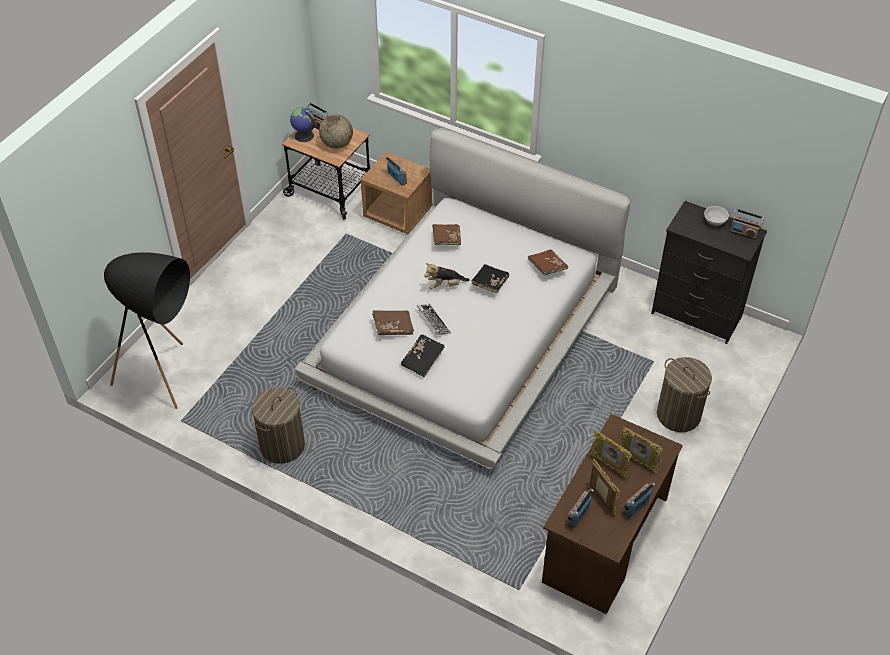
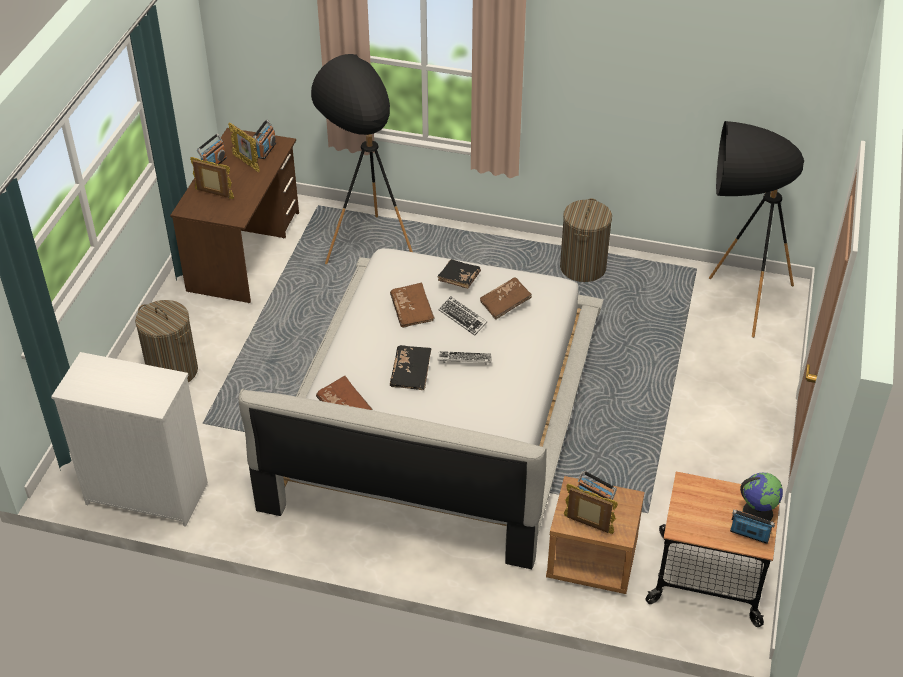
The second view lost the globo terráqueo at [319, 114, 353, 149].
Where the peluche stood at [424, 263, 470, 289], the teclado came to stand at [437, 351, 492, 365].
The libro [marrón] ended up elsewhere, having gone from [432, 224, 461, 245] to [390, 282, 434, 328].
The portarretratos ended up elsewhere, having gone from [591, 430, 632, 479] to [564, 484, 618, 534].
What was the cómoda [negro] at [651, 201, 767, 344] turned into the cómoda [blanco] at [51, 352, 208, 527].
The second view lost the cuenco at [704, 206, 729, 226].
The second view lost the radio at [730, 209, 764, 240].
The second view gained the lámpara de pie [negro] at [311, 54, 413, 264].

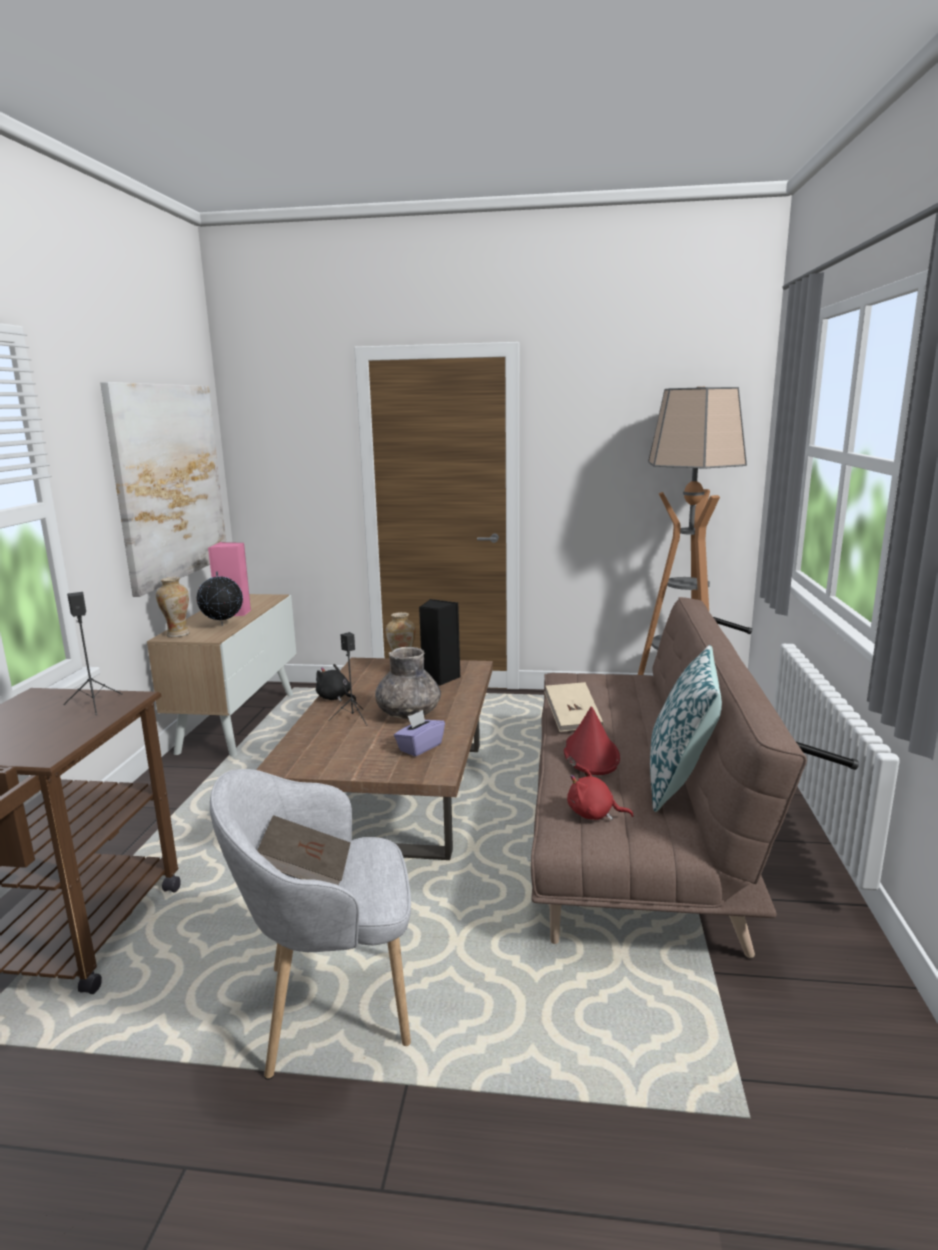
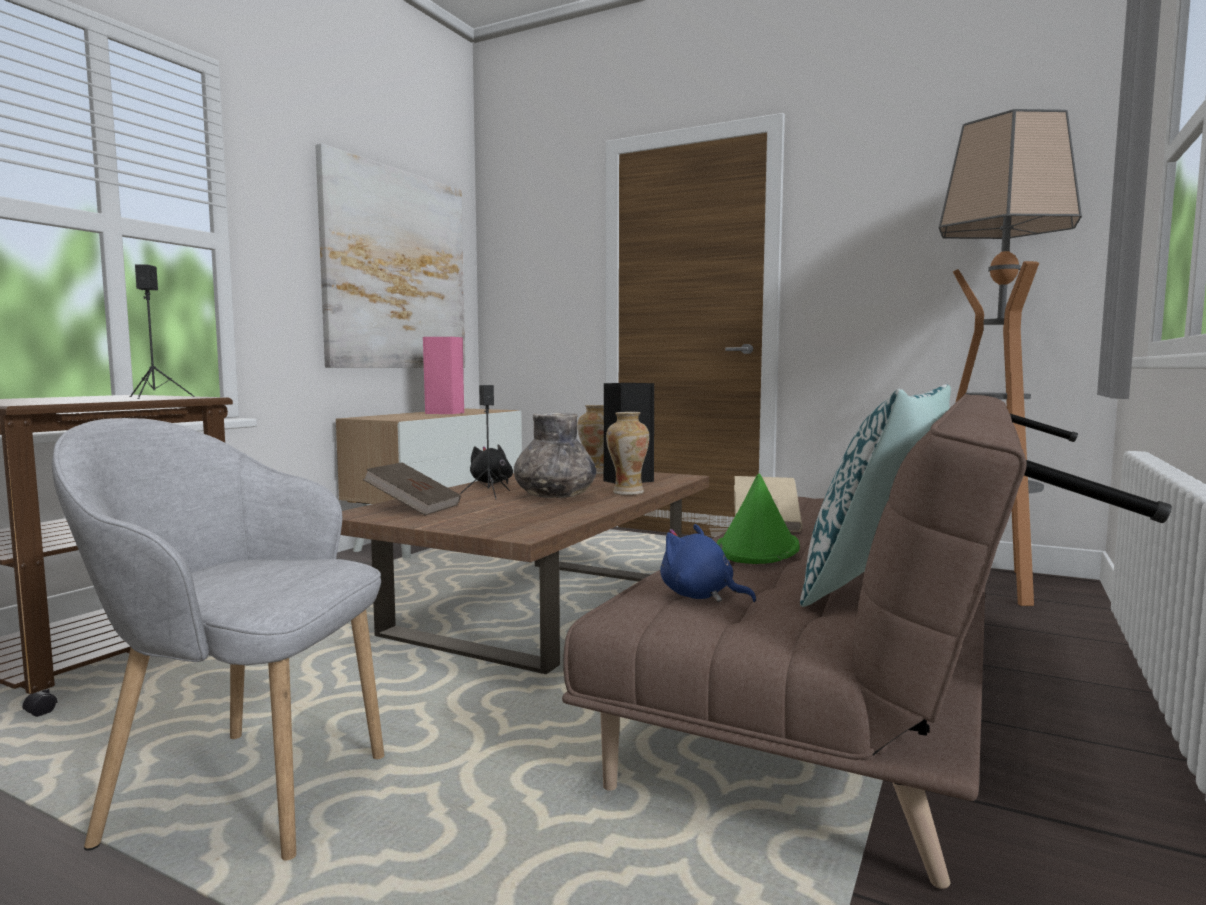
The florero ended up elsewhere, having gone from [156, 577, 190, 637] to [606, 412, 649, 495].
The second view lost the globo terráqueo at [197, 571, 243, 626].
The libro [marrón] ended up elsewhere, having gone from [257, 815, 351, 885] to [363, 462, 461, 515].
The second view lost the caja de pañuelos [morado] at [394, 710, 445, 756].
What was the sombrero [rojo] at [564, 706, 620, 775] turned into the sombrero [verde] at [717, 474, 800, 564].
What was the peluche [rojo] at [567, 768, 634, 820] turned into the peluche [azul] at [660, 524, 756, 602].

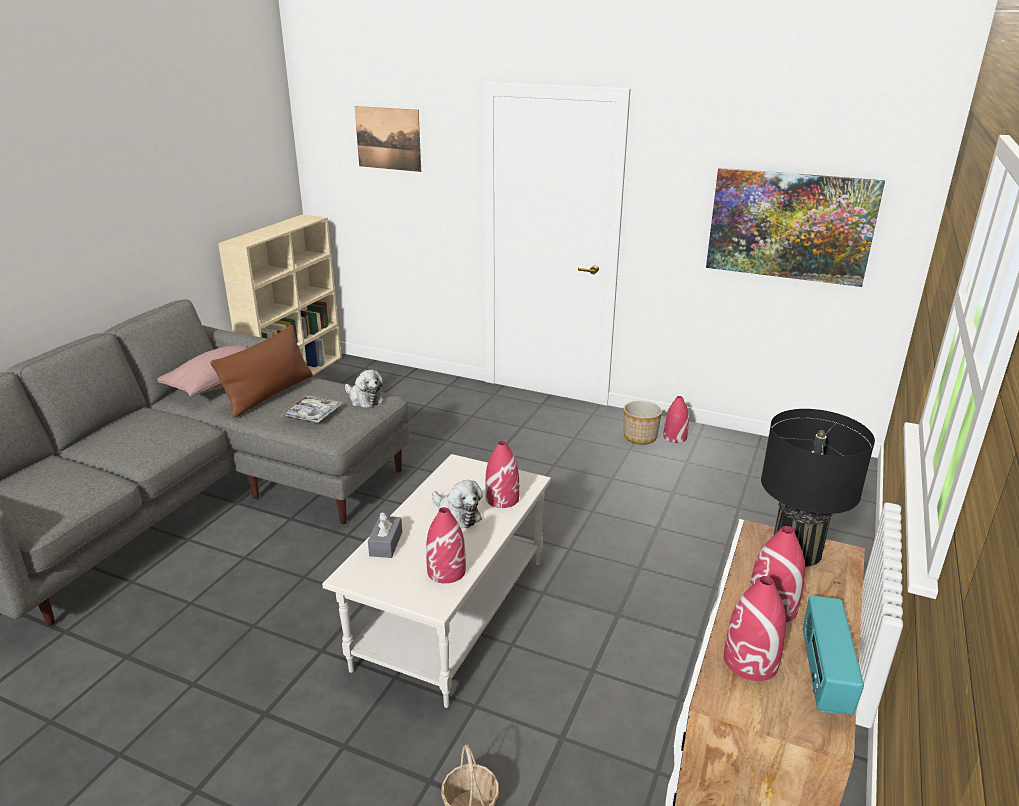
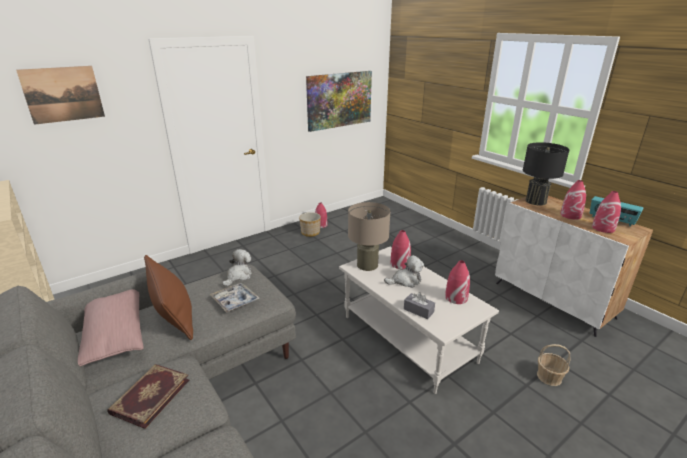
The peluche at [345, 370, 384, 408] ended up facing another way, 45 degrees counterclockwise from before.
The second view gained the libro at [108, 364, 189, 429].
The second view gained the lámpara de mesa [beis] at [348, 202, 391, 271].

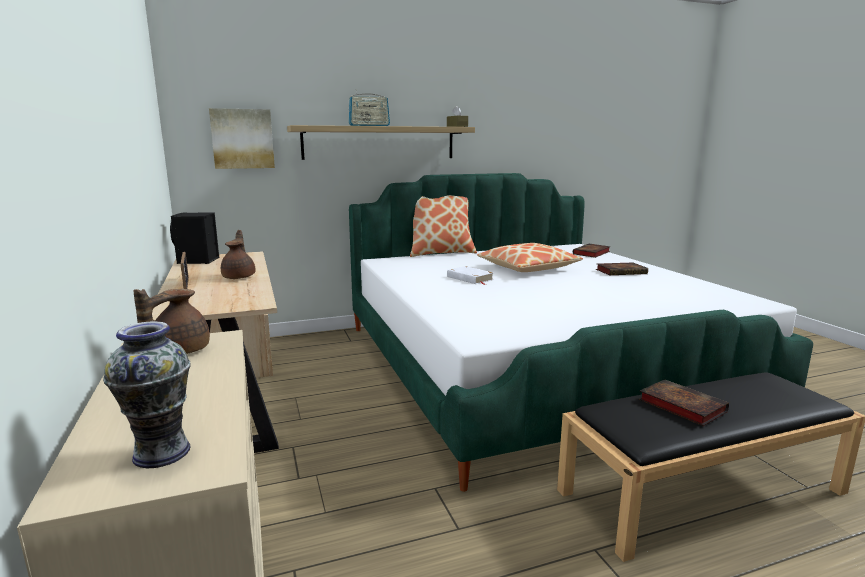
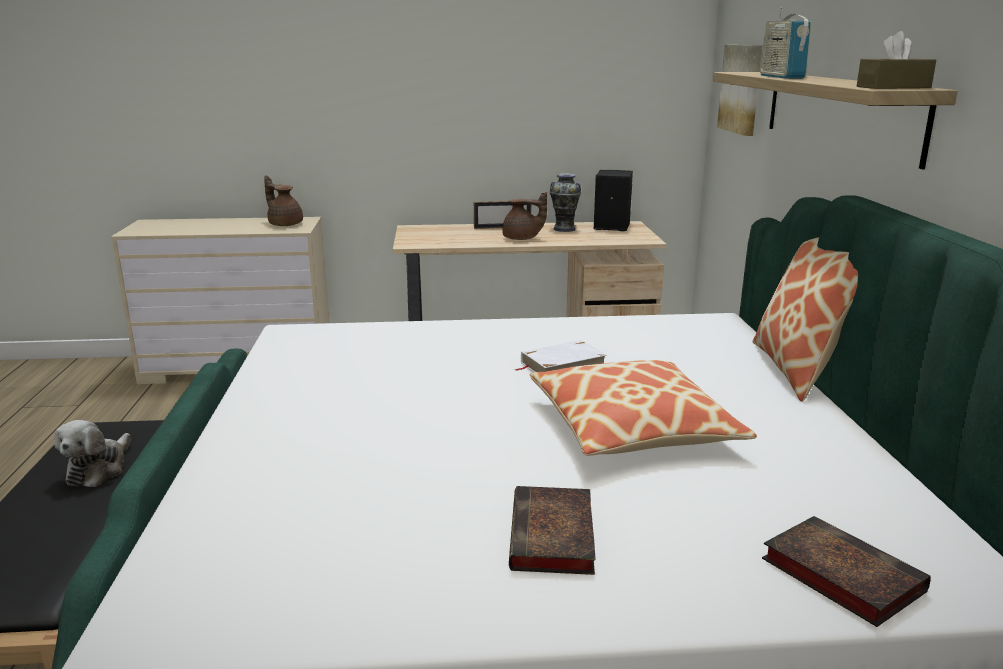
The florero ended up elsewhere, having gone from [103, 322, 191, 468] to [549, 173, 581, 232].
Where the libro stood at [639, 379, 729, 426], the peluche came to stand at [54, 420, 131, 487].

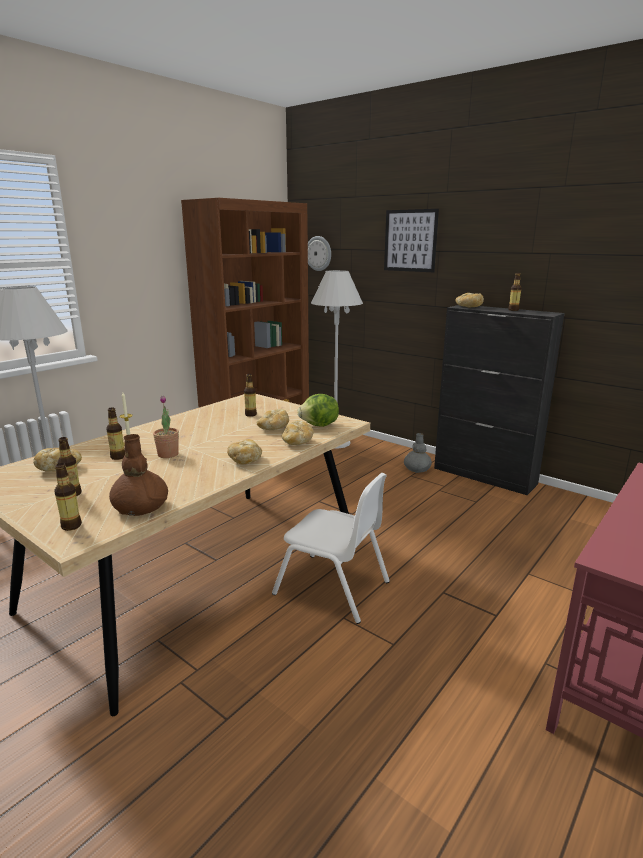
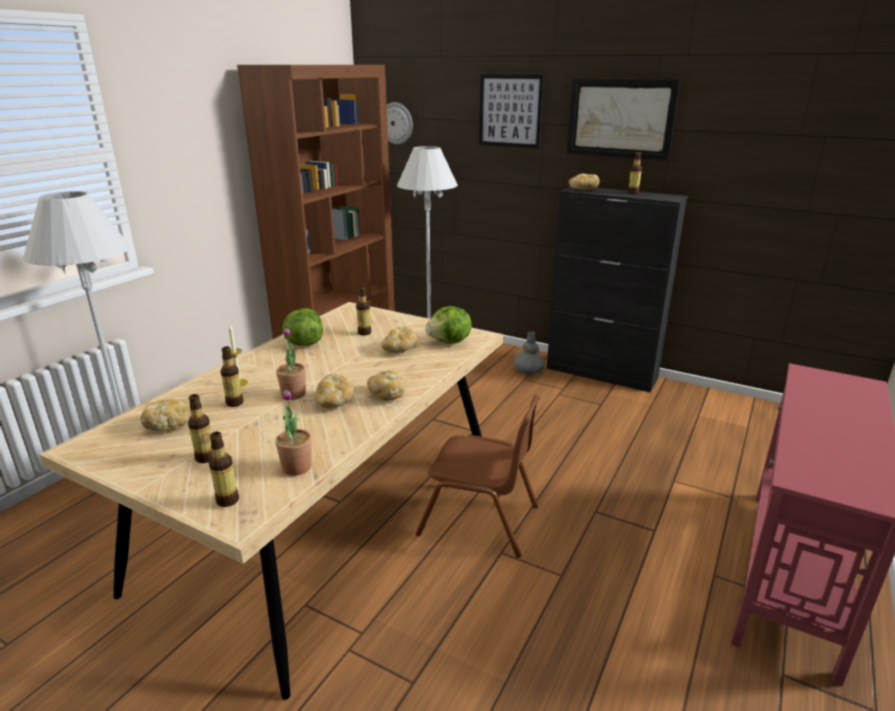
Where the florero [marrón] stood at [109, 434, 168, 516], the planta en maceta came to stand at [275, 389, 312, 476].
What was the silla [blanco] at [272, 473, 390, 624] turned into the silla [marrón] at [416, 395, 540, 558].
The pan ended up elsewhere, having gone from [282, 420, 314, 445] to [313, 373, 354, 408].
The second view gained the lechuga at [282, 308, 323, 346].
The second view gained the cuadro at [567, 78, 681, 160].

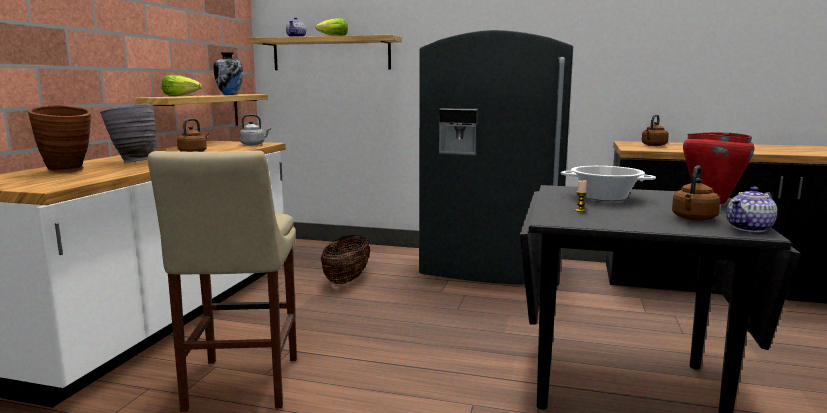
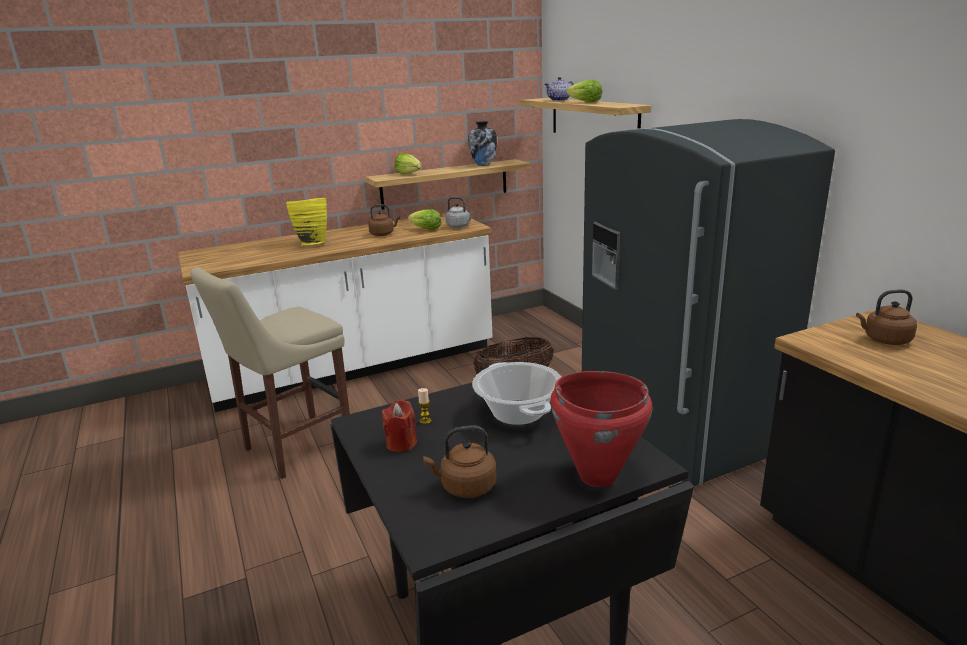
The second view lost the florero [marrón] at [28, 105, 91, 173].
What was the florero [gris] at [100, 104, 156, 163] turned into the florero [amarillo] at [286, 198, 327, 245].
The second view lost the tetera at [726, 187, 777, 232].
The second view gained the vela [rojo] at [382, 400, 417, 452].
The second view gained the lechuga at [408, 209, 441, 230].

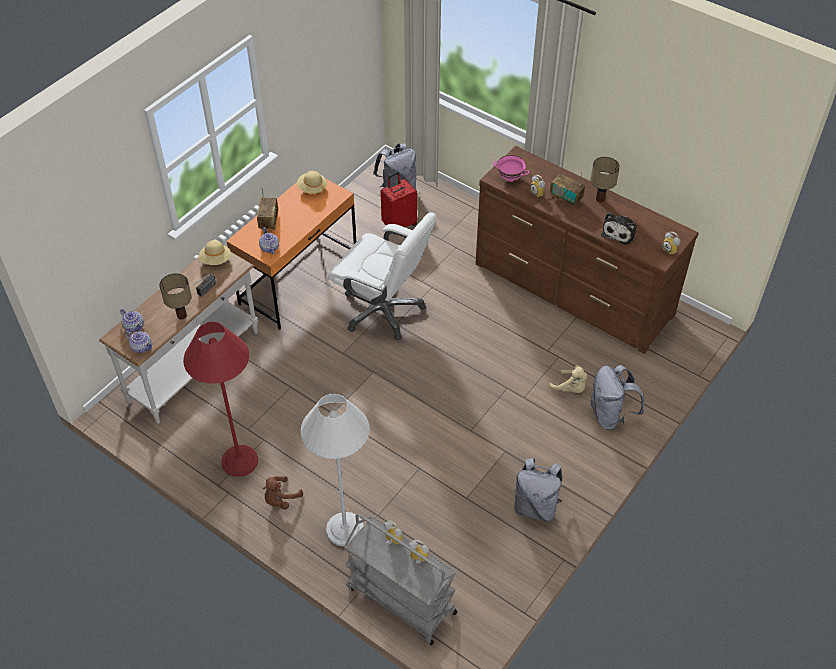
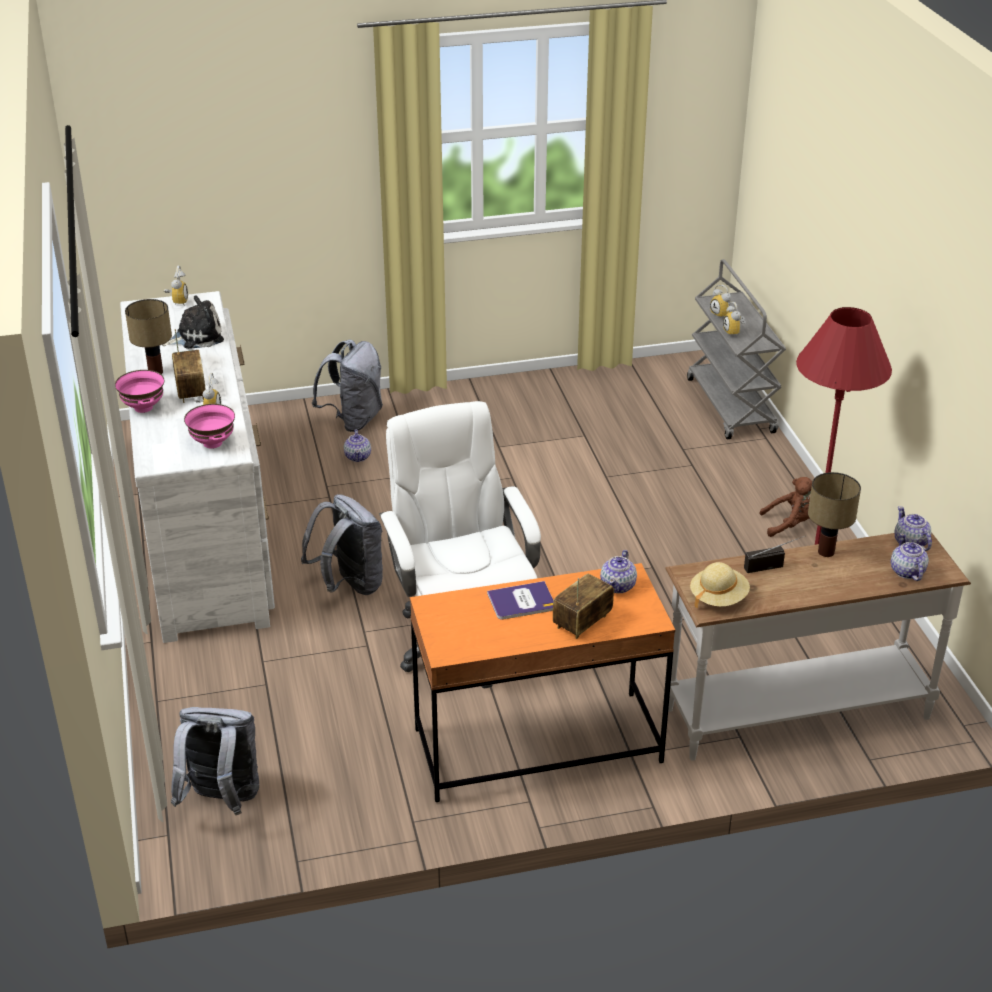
The second view lost the sombrero [beis] at [297, 171, 327, 195].
The second view lost the lámpara de pie [blanco] at [300, 394, 370, 546].
The second view lost the maleta [rojo] at [381, 172, 417, 227].
What was the cómoda [marrón] at [475, 146, 699, 354] turned into the cómoda [blanco] at [120, 291, 275, 643].
The mochila [gris] ended up elsewhere, having gone from [514, 458, 562, 521] to [301, 494, 383, 595].
Where the peluche [beis] stood at [549, 365, 587, 393], the tetera came to stand at [344, 430, 371, 462].
The second view gained the cuenco [rosa] at [115, 370, 164, 413].
The second view gained the libro at [487, 581, 554, 620].

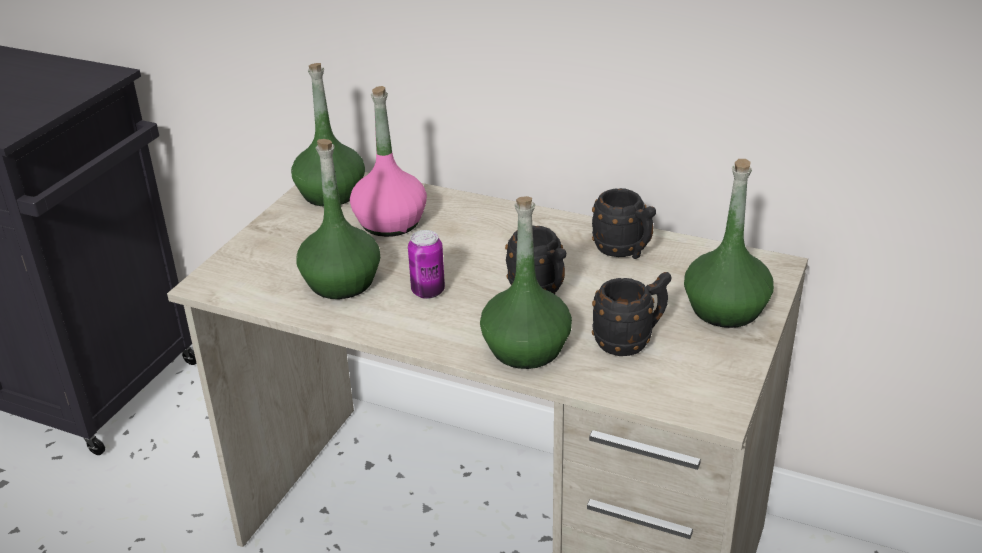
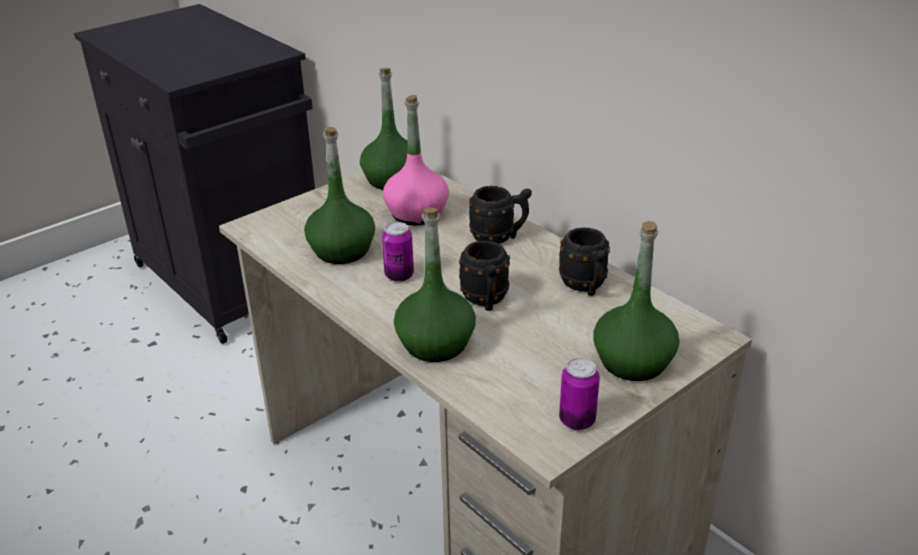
The taza grande [negro] ended up elsewhere, having gone from [592, 272, 671, 356] to [469, 186, 532, 244].
The second view gained the lata at [559, 358, 600, 430].

